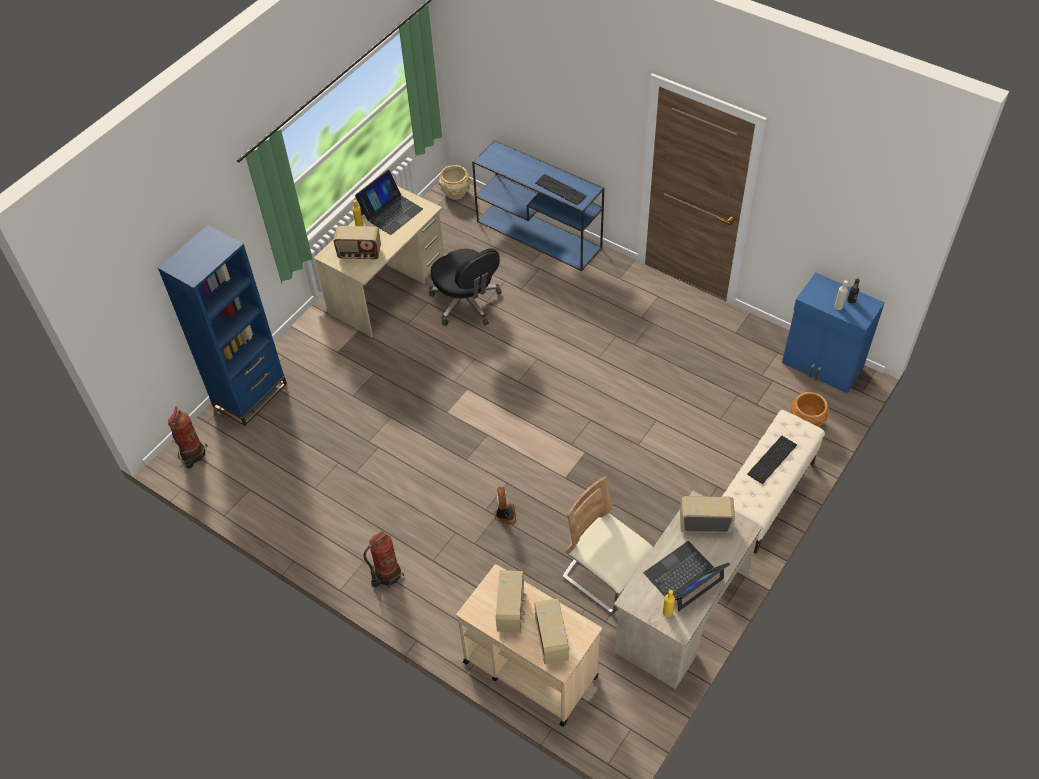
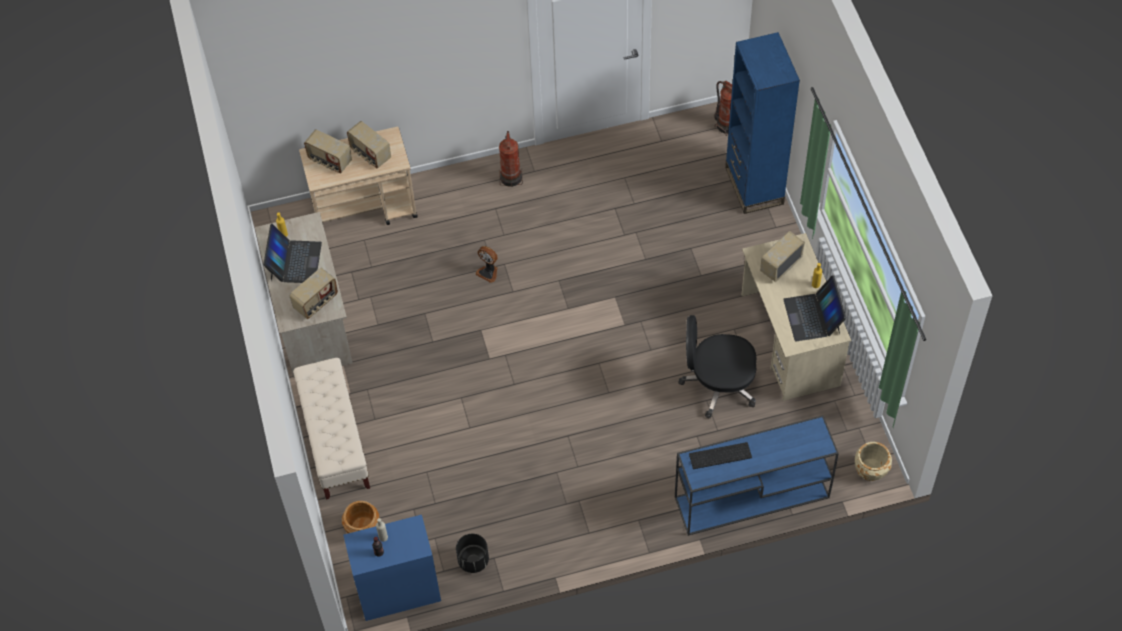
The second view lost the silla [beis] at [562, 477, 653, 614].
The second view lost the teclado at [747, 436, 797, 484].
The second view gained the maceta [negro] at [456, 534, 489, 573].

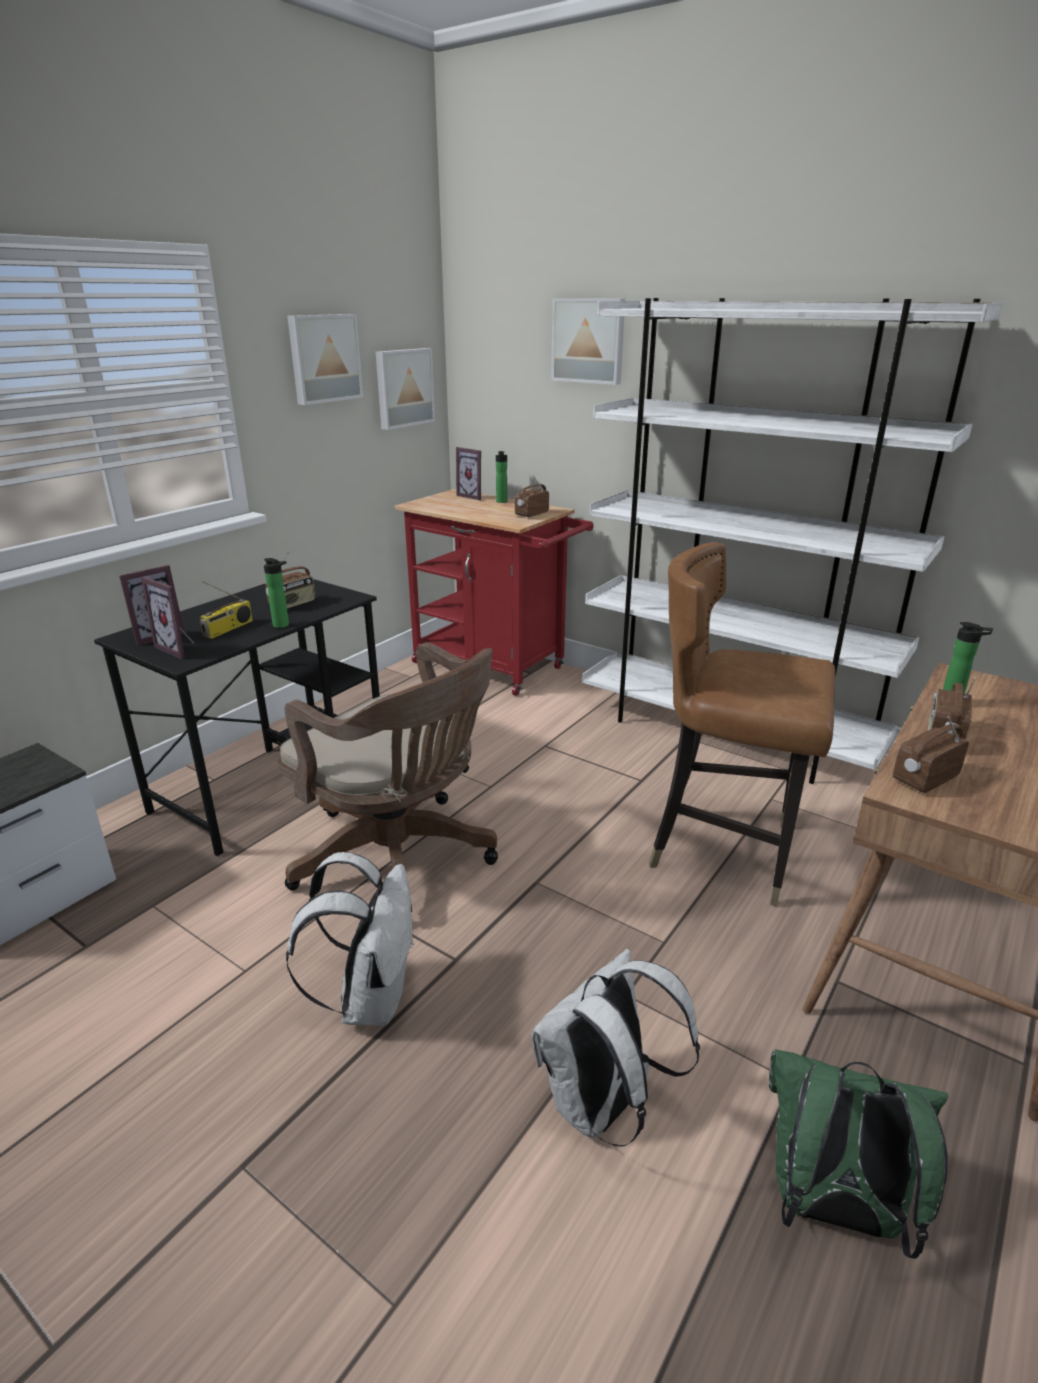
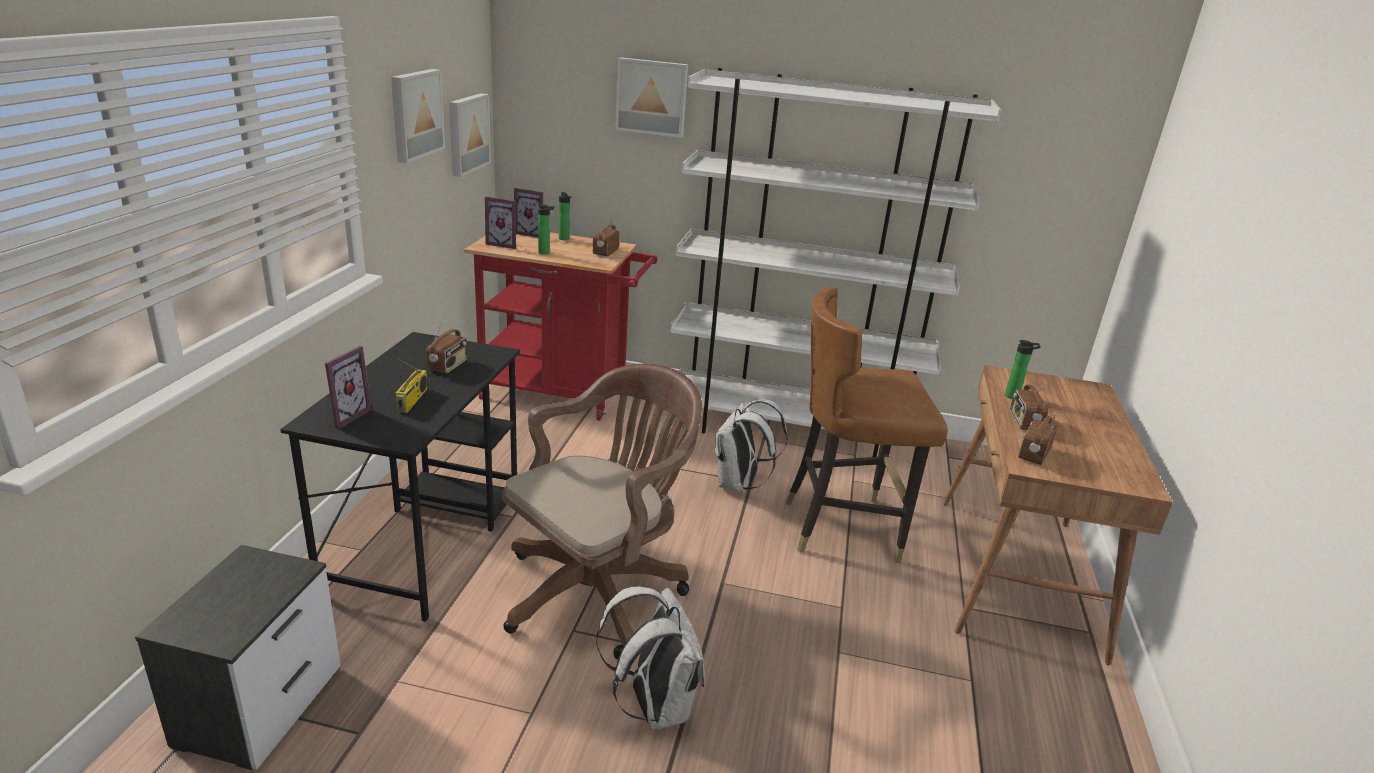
The portarretratos ended up elsewhere, having gone from [141, 577, 195, 659] to [485, 197, 516, 249].
The botella ended up elsewhere, having gone from [264, 558, 289, 628] to [538, 204, 555, 255].
The silla de oficina [marrón] at [277, 642, 498, 912] ended up facing another way, 60 degrees counterclockwise from before.
The mochila [blanco] ended up elsewhere, having gone from [532, 949, 700, 1147] to [715, 399, 788, 493].
The second view lost the mochila [verde] at [769, 1049, 948, 1259].

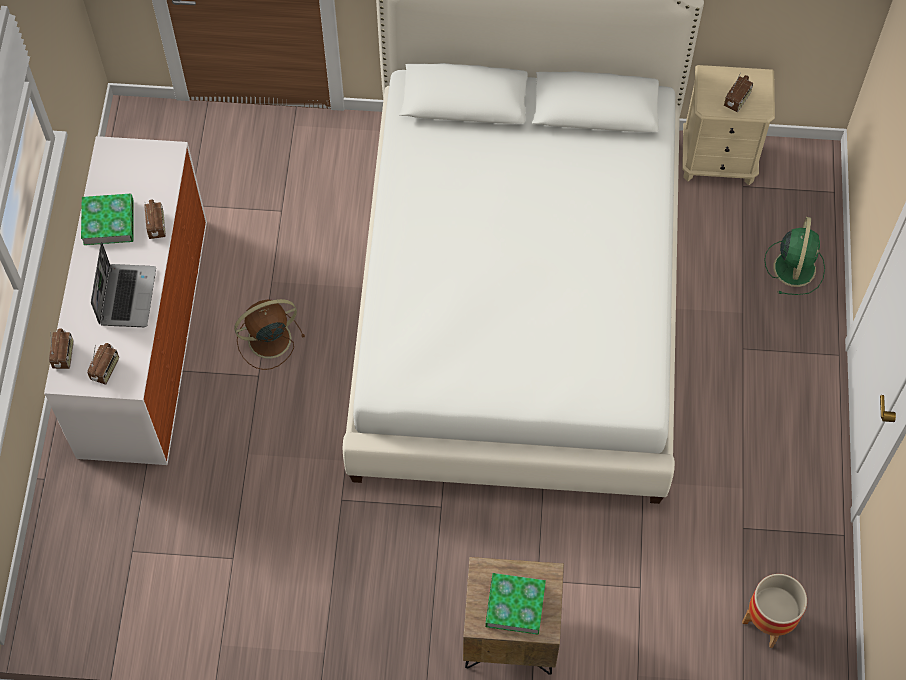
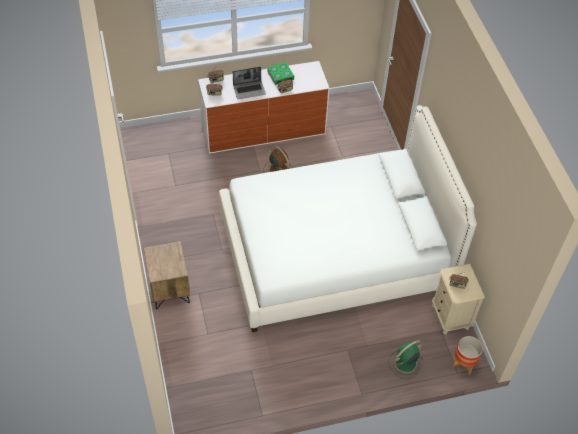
The second view lost the libro at [485, 573, 546, 635].
The maceta ended up elsewhere, having gone from [742, 574, 807, 648] to [452, 336, 483, 375].
The ventilador [verde] at [764, 217, 825, 295] ended up facing another way, 150 degrees clockwise from before.

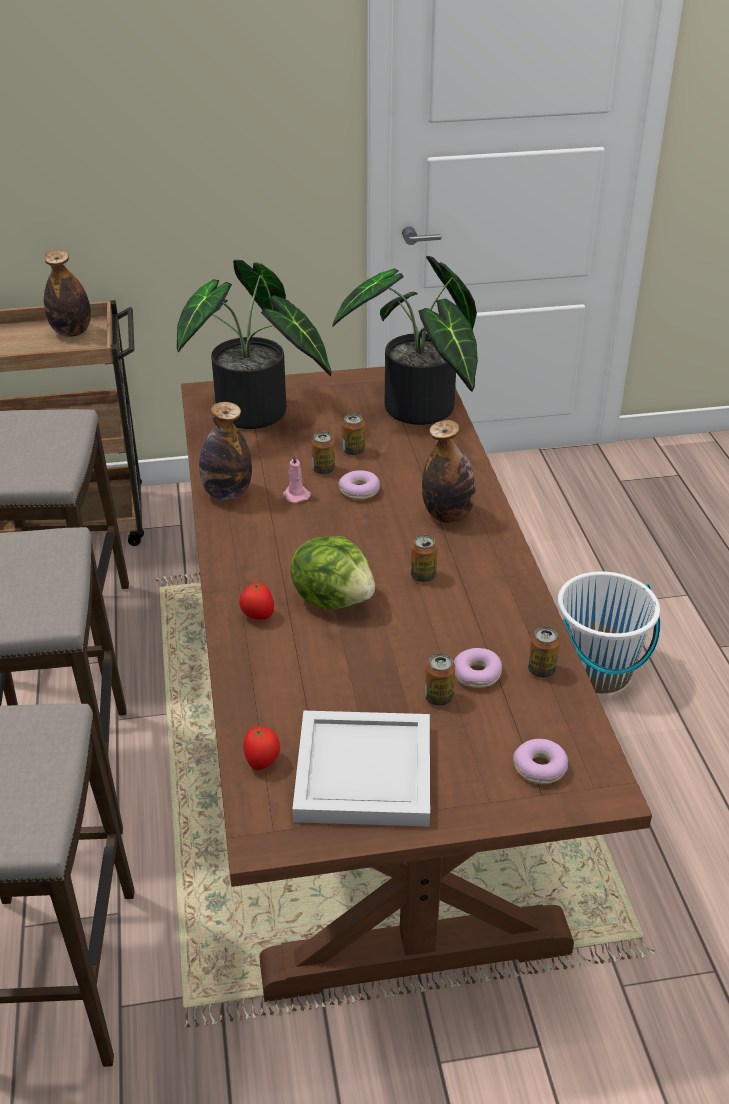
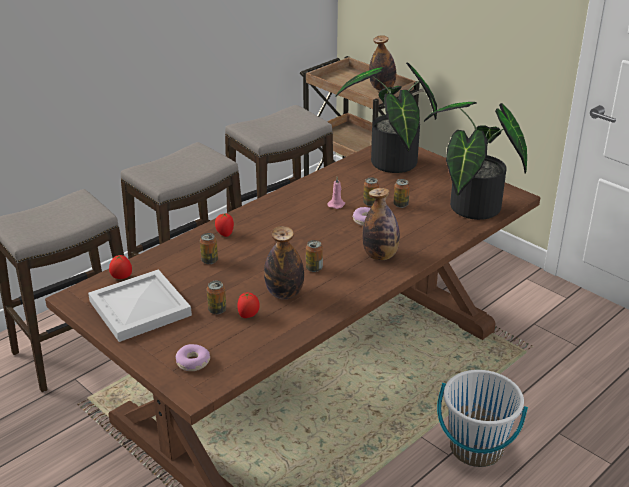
The botella ended up elsewhere, having gone from [199, 402, 252, 501] to [264, 226, 304, 299].
The second view lost the lechuga at [290, 536, 375, 610].
Where the rosquilla stood at [453, 648, 502, 688], the tomate came to stand at [237, 292, 260, 318].
The lata ended up elsewhere, having gone from [528, 627, 560, 678] to [200, 233, 218, 264].

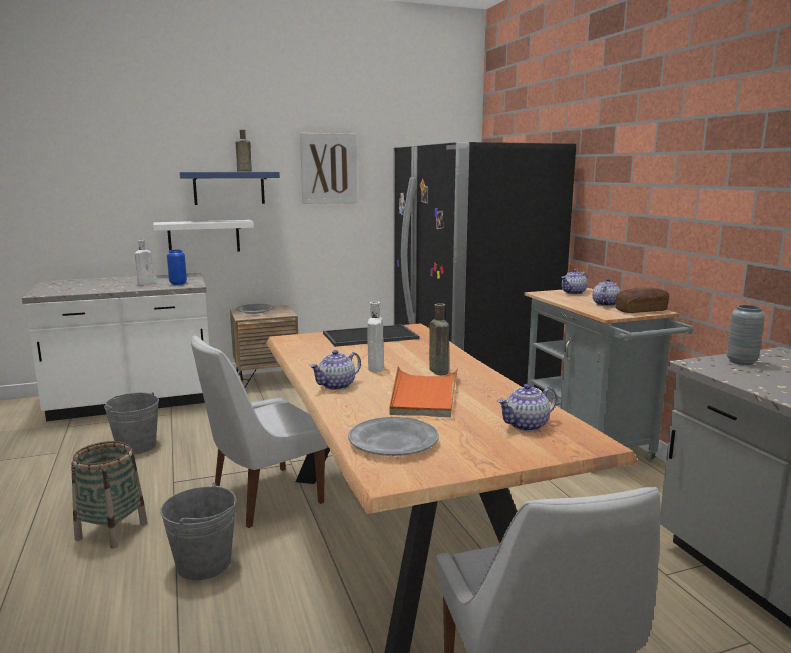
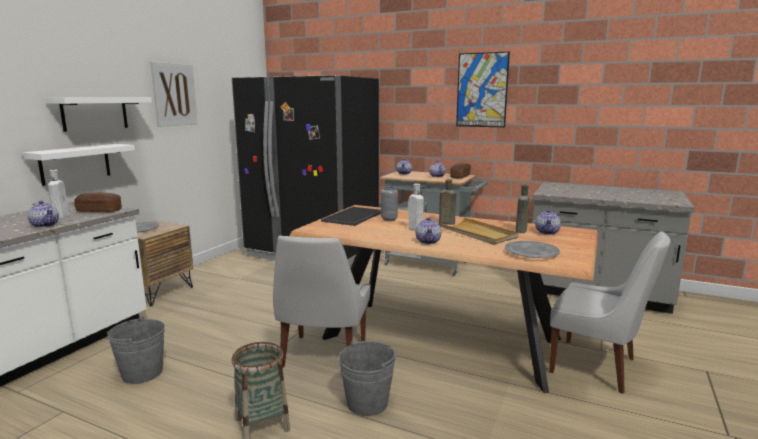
Where the florero [azul] stood at [167, 250, 187, 285], the pan came to stand at [74, 192, 122, 212].
What was the estante [azul] at [179, 172, 280, 205] turned into the estante [blanco] at [45, 97, 152, 132].
The botella [marrón] ended up elsewhere, having gone from [236, 130, 252, 172] to [515, 184, 530, 233].
What was the bandeja [naranja] at [389, 366, 458, 417] turned into the bandeja [beis] at [438, 217, 519, 245].
The florero [gris] ended up elsewhere, having gone from [726, 305, 765, 365] to [381, 186, 398, 221].
The second view gained the tetera at [27, 201, 59, 228].
The second view gained the cuadro at [456, 52, 510, 128].

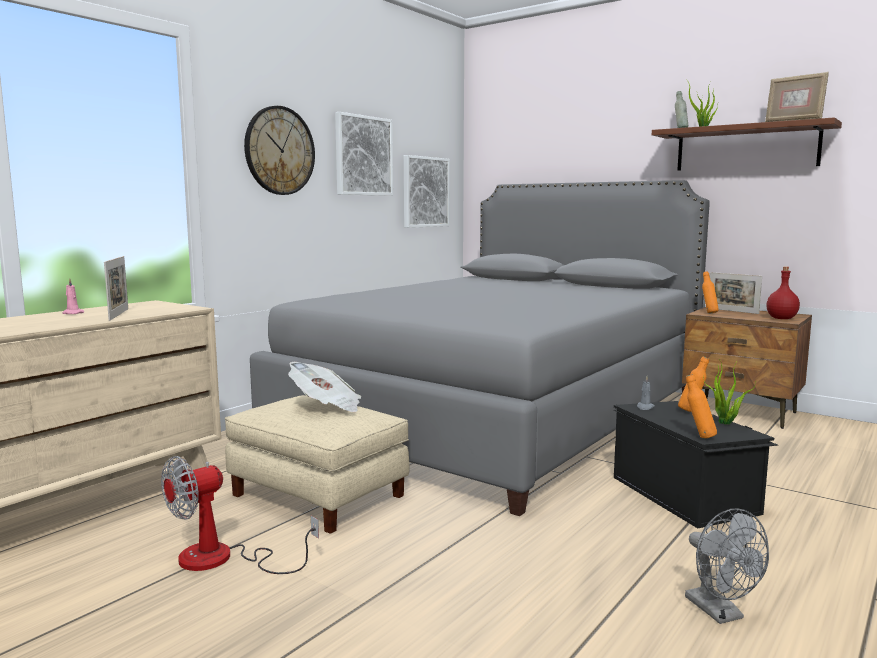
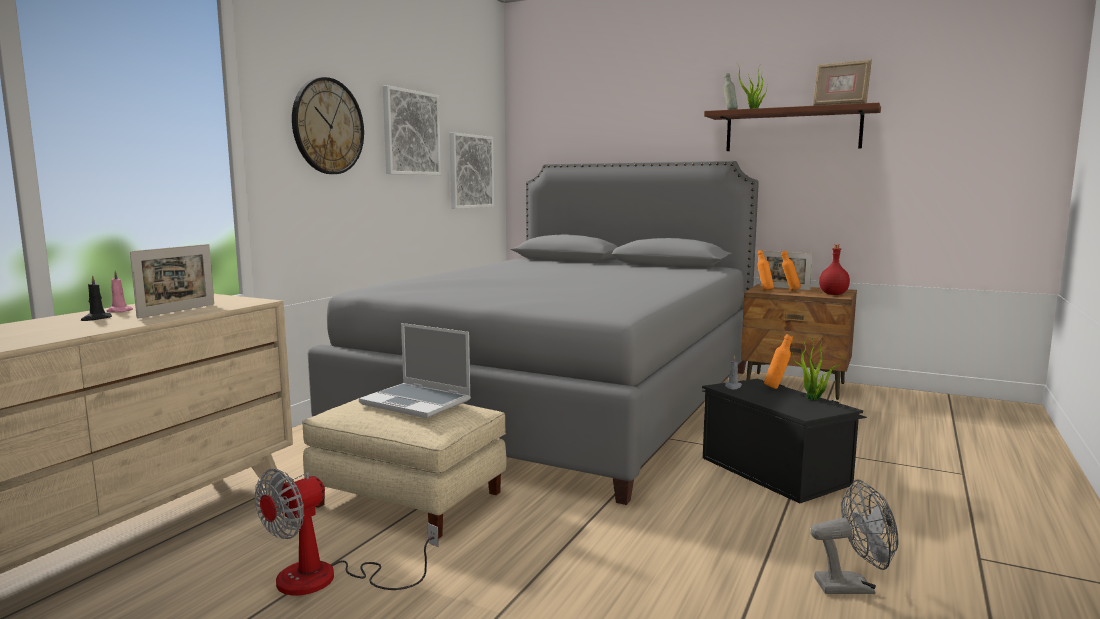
The portarretratos at [104, 256, 128, 321] ended up facing another way, 45 degrees clockwise from before.
Where the periódico stood at [288, 362, 361, 412], the portátil came to stand at [359, 323, 471, 419].
The ventilador [gris] at [685, 509, 769, 624] ended up facing another way, 60 degrees counterclockwise from before.
The botella [naranja] ended up elsewhere, having gone from [686, 374, 717, 439] to [781, 250, 801, 291].
The second view gained the vela [negro] at [81, 275, 112, 321].

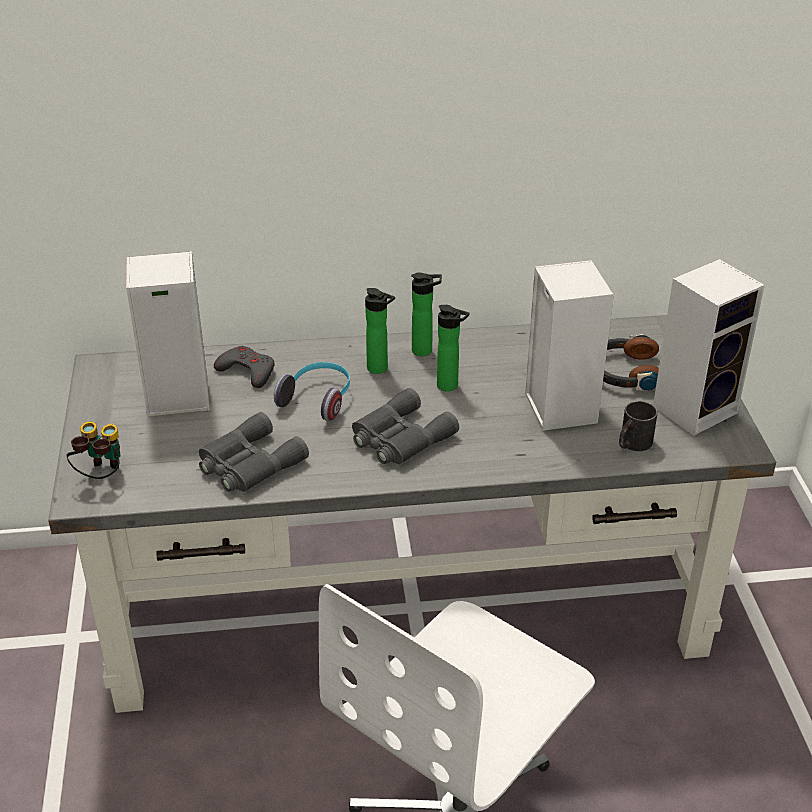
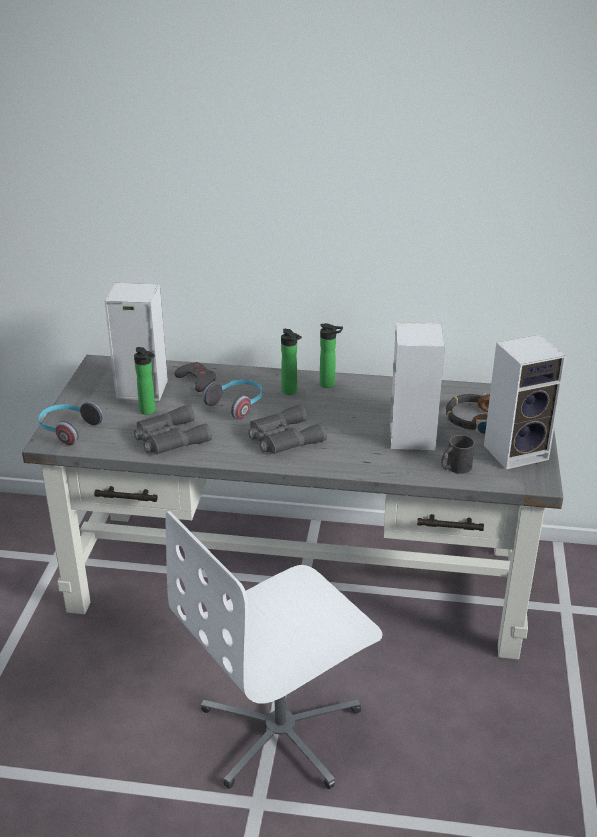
Where the prismáticos stood at [67, 421, 121, 479], the auriculares came to stand at [38, 402, 103, 445].
The botella ended up elsewhere, having gone from [437, 305, 470, 392] to [134, 347, 156, 415].

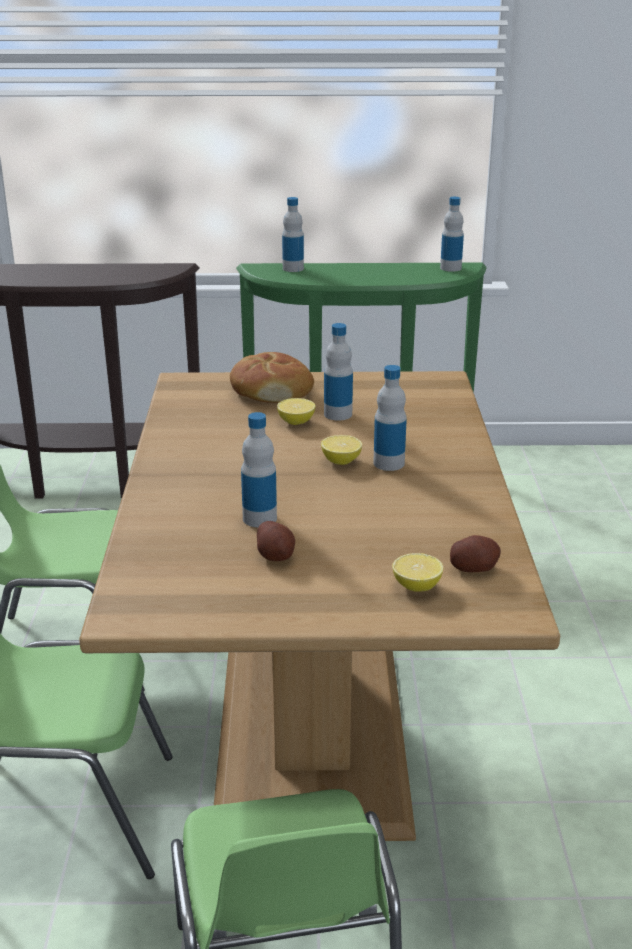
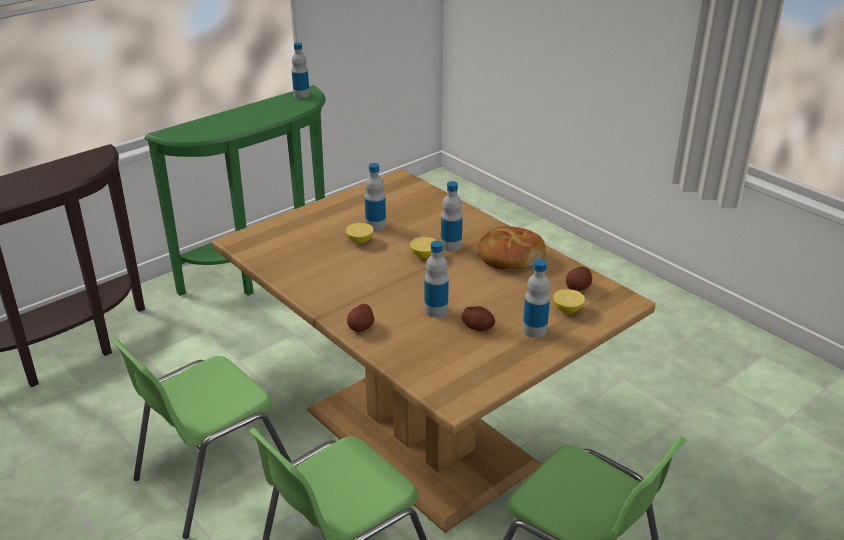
The pan ended up elsewhere, having gone from [230, 352, 314, 403] to [478, 226, 546, 270].
The botella ended up elsewhere, having gone from [282, 197, 304, 272] to [523, 259, 550, 338].
The second view gained the patata at [347, 304, 374, 332].

